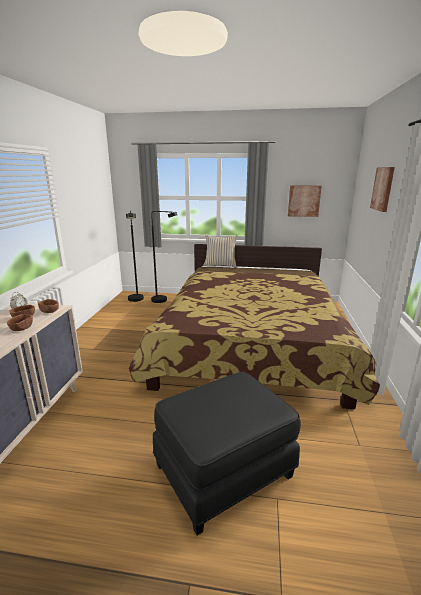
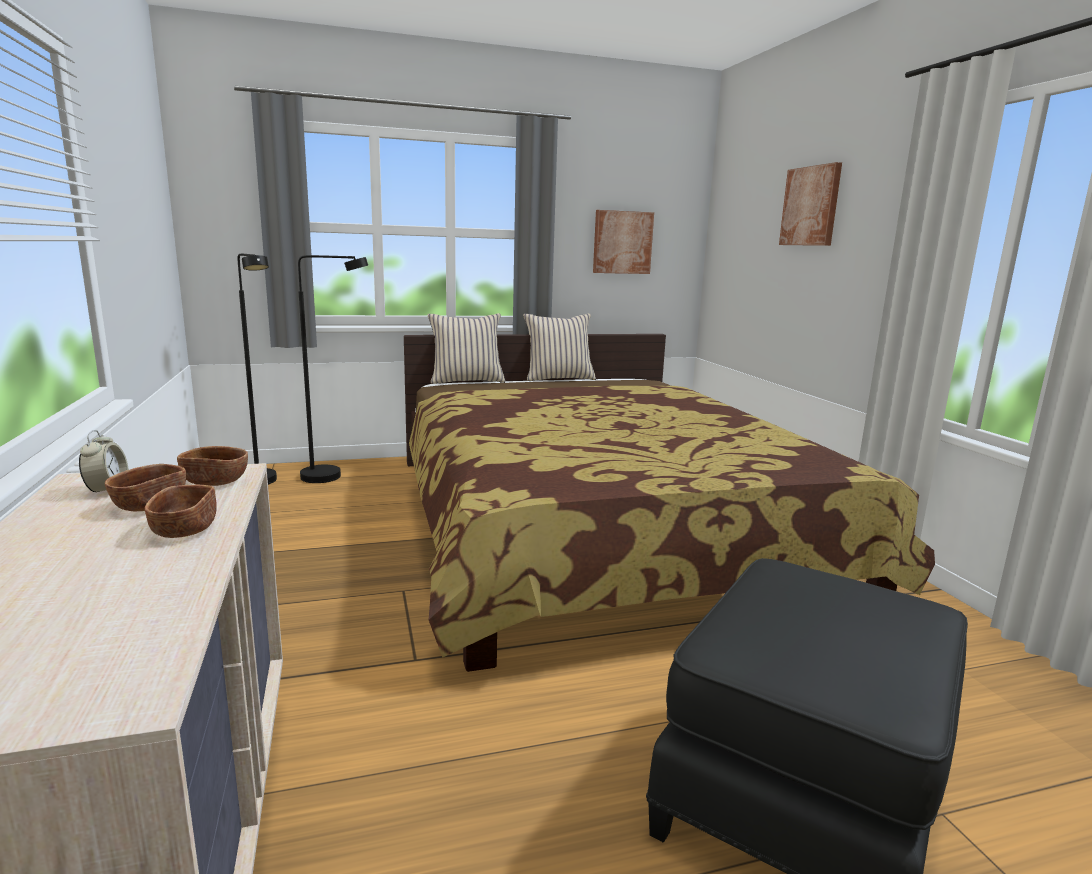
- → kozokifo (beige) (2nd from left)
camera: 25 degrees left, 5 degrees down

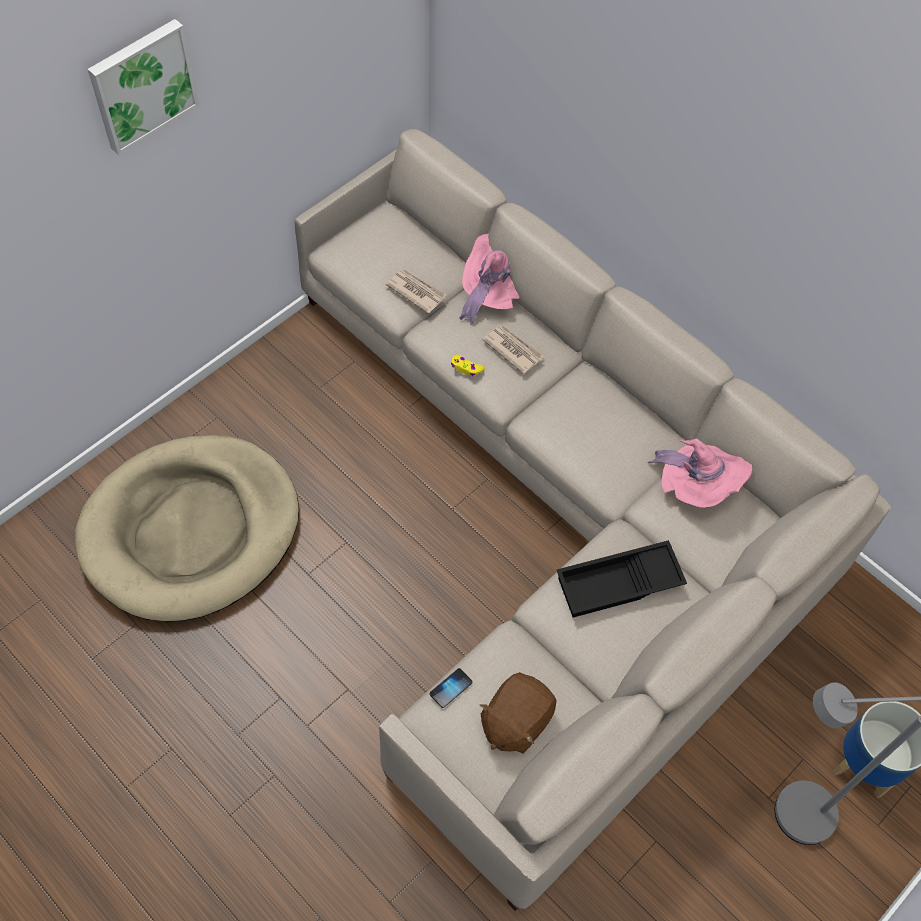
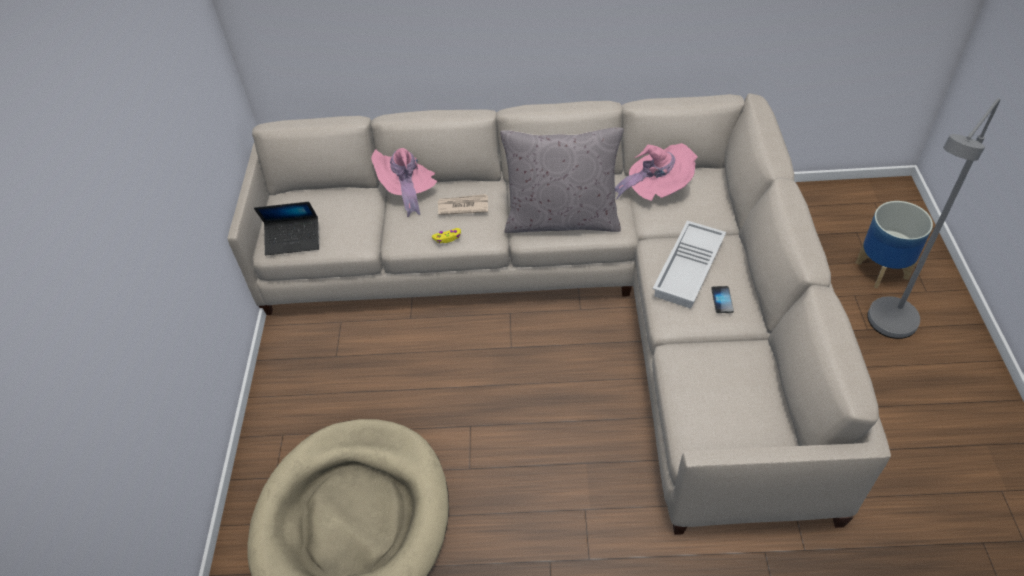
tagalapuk → -
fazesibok (1st from left) → -
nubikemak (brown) → -
- → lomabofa
- → kozokifo (grey)
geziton, moved
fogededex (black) → fogededex (white)
camera: 40 degrees left, 10 degrees down

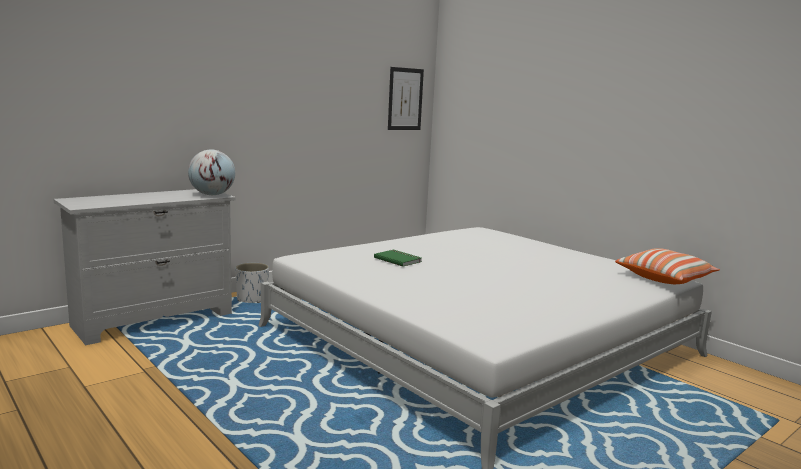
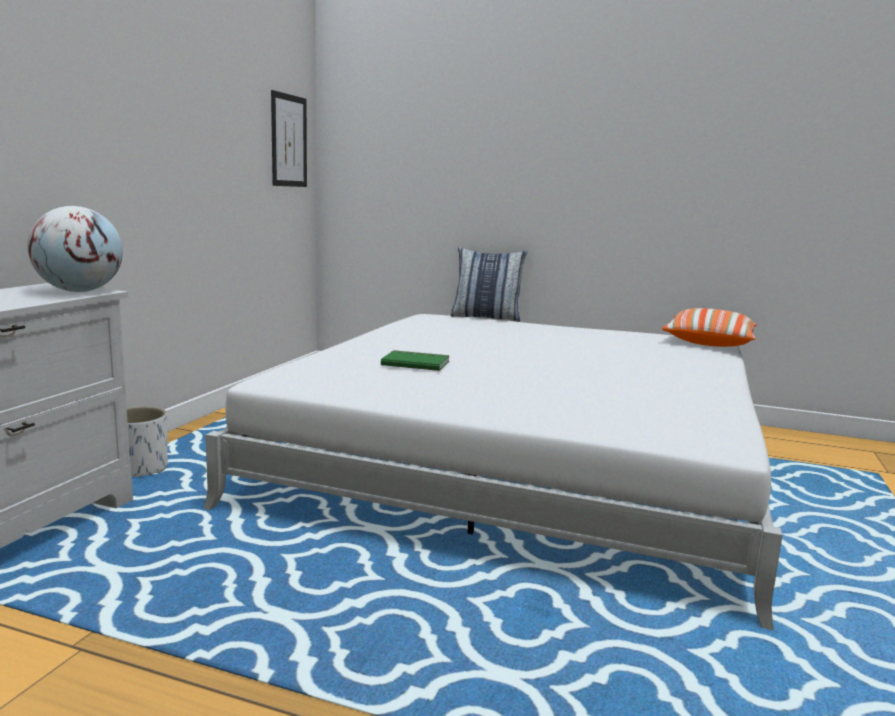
- → kozokifo (1st from left)
camera: 30 degrees left, 0 degrees up

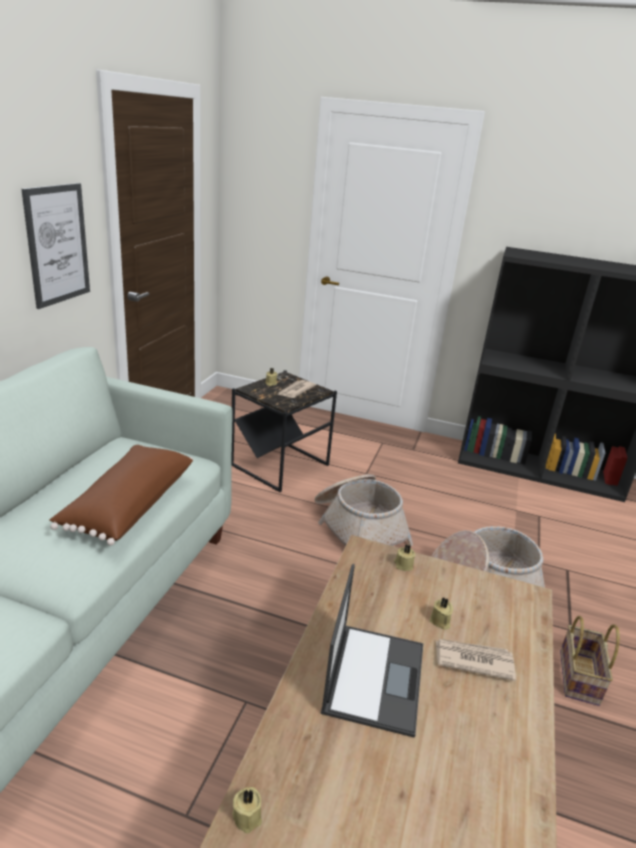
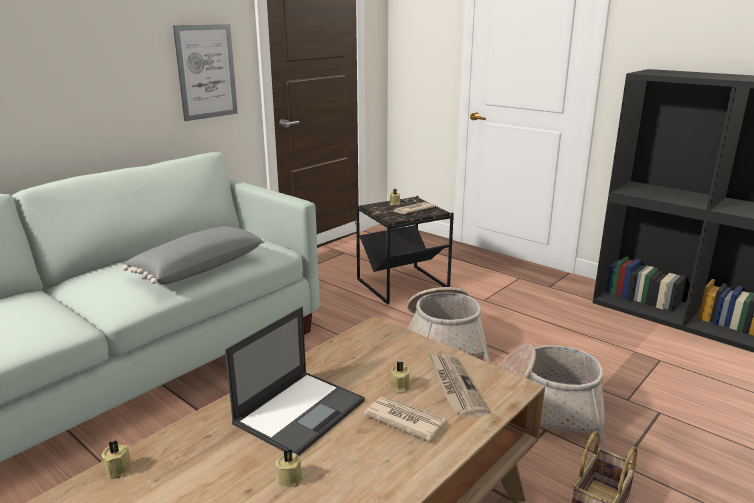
- → fazesibok (3rd from left)
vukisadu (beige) (3rd from left in the first image) → vukisadu (beige) (2nd from left), moved
kozokifo (brown) → kozokifo (grey)
camera: 25 degrees right, 5 degrees down

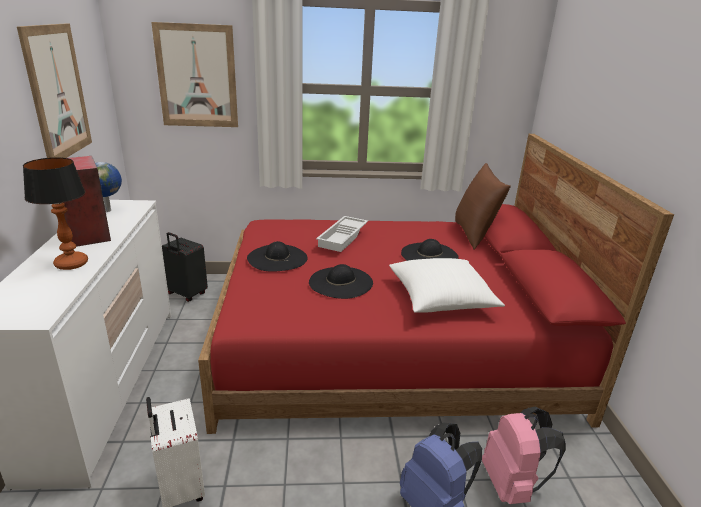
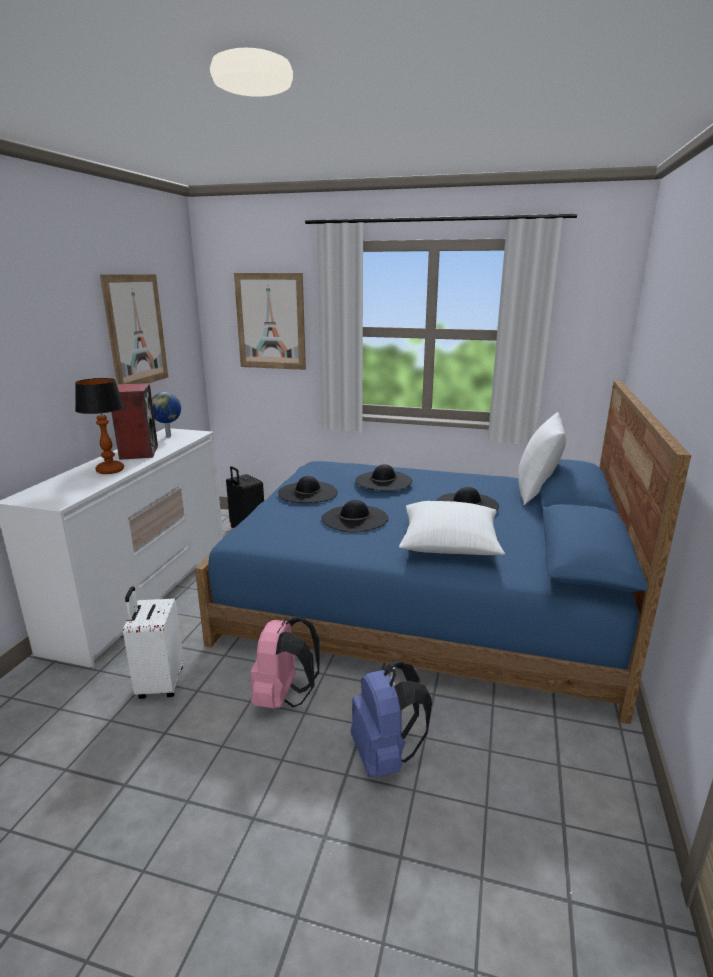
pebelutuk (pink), moved
fogededex (white) → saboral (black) (3rd from left)
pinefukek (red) → pinefukek (blue)
kozokifo (brown) → kozokifo (white) (2nd from left)
camera: 20 degrees right, 5 degrees down

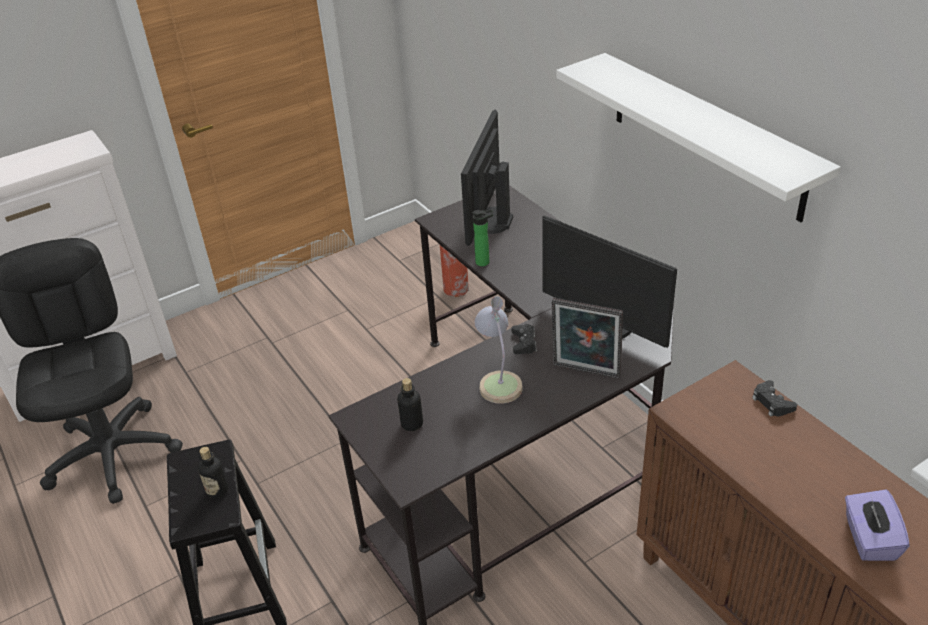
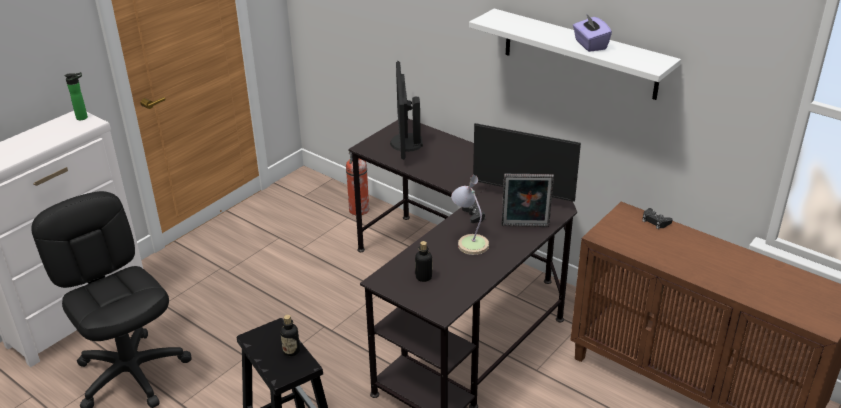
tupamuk (3rd from left in the first image) → tupamuk (1st from left), moved
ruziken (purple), moved
camera: 20 degrees left, 5 degrees down

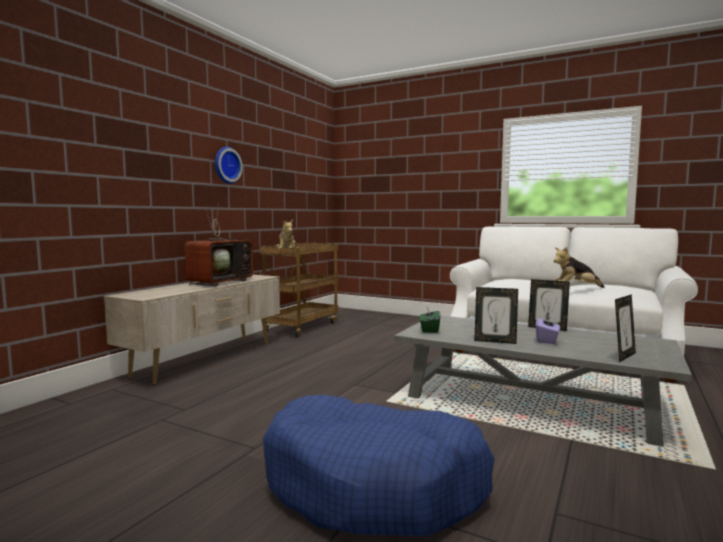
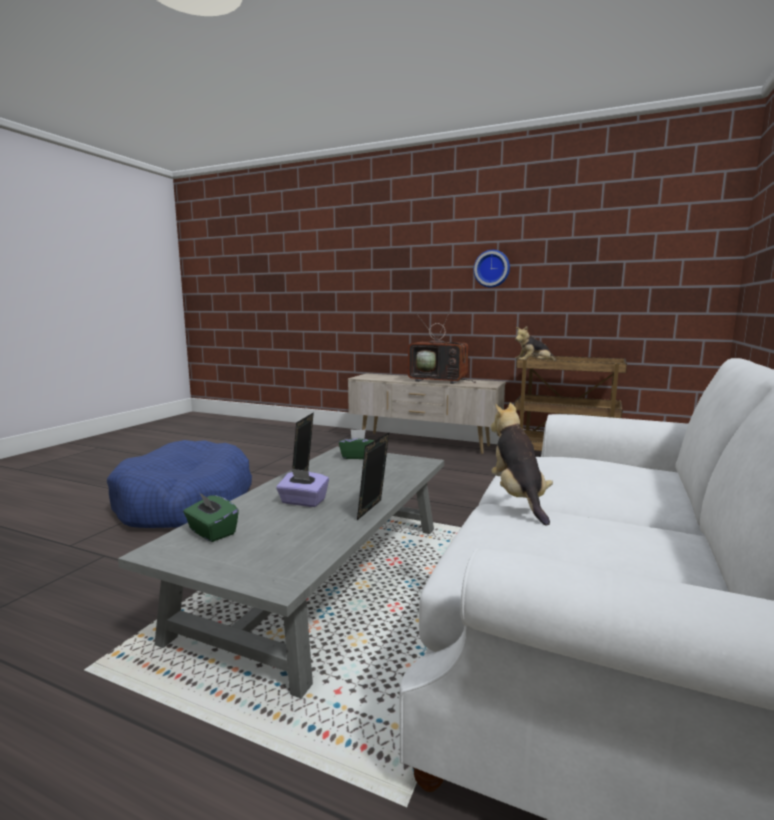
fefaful (3rd from left) → ruziken (green) (1st from left)
camera: 85 degrees right, 5 degrees up

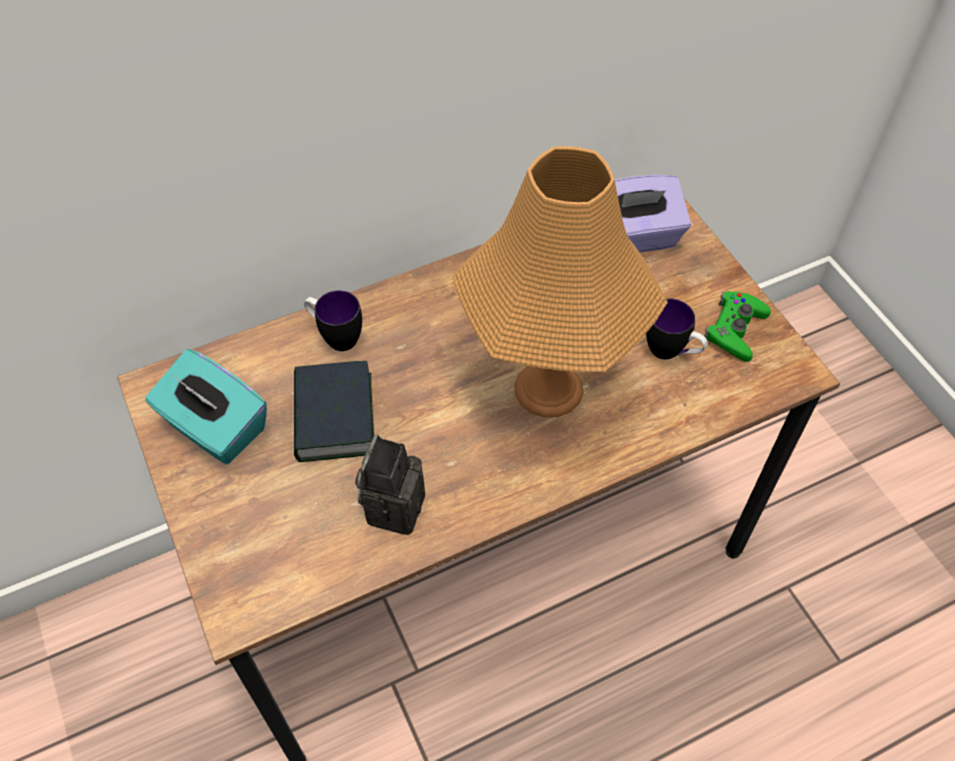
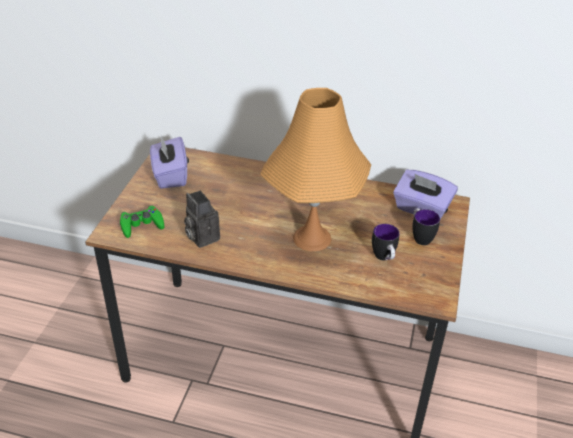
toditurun → -
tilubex (1st from left in the first image) → tilubex (2nd from left), moved
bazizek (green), moved
ruziken (turquoise) → ruziken (purple) (1st from left)
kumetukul, 90 degrees counterclockwise
camera: 40 degrees right, 15 degrees down

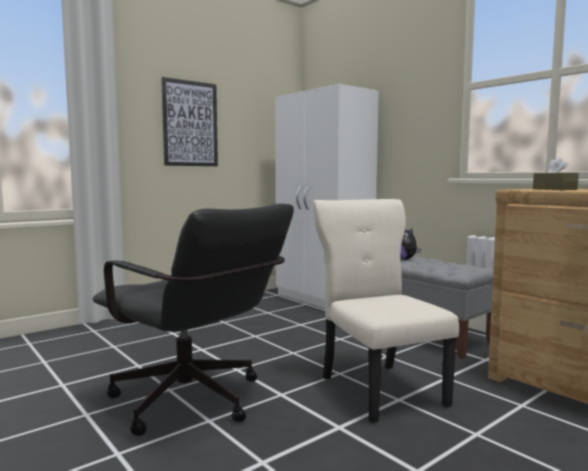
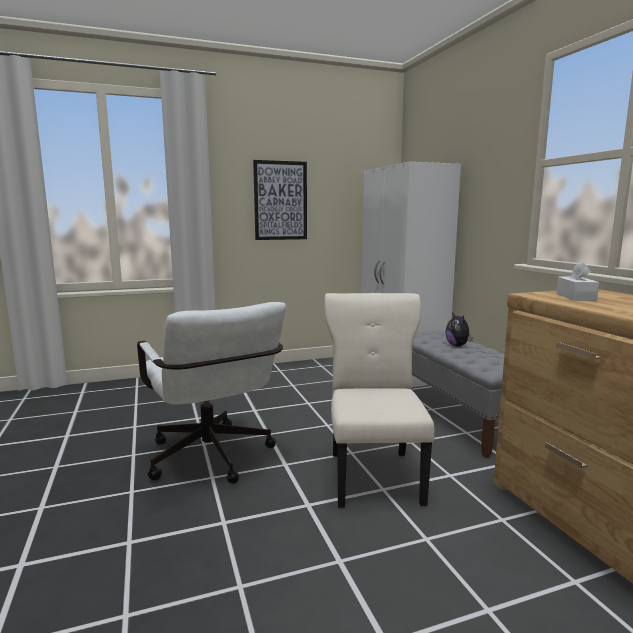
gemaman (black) → gemaman (white)
ruziken (brown) → ruziken (white)
camera: 20 degrees right, 5 degrees up

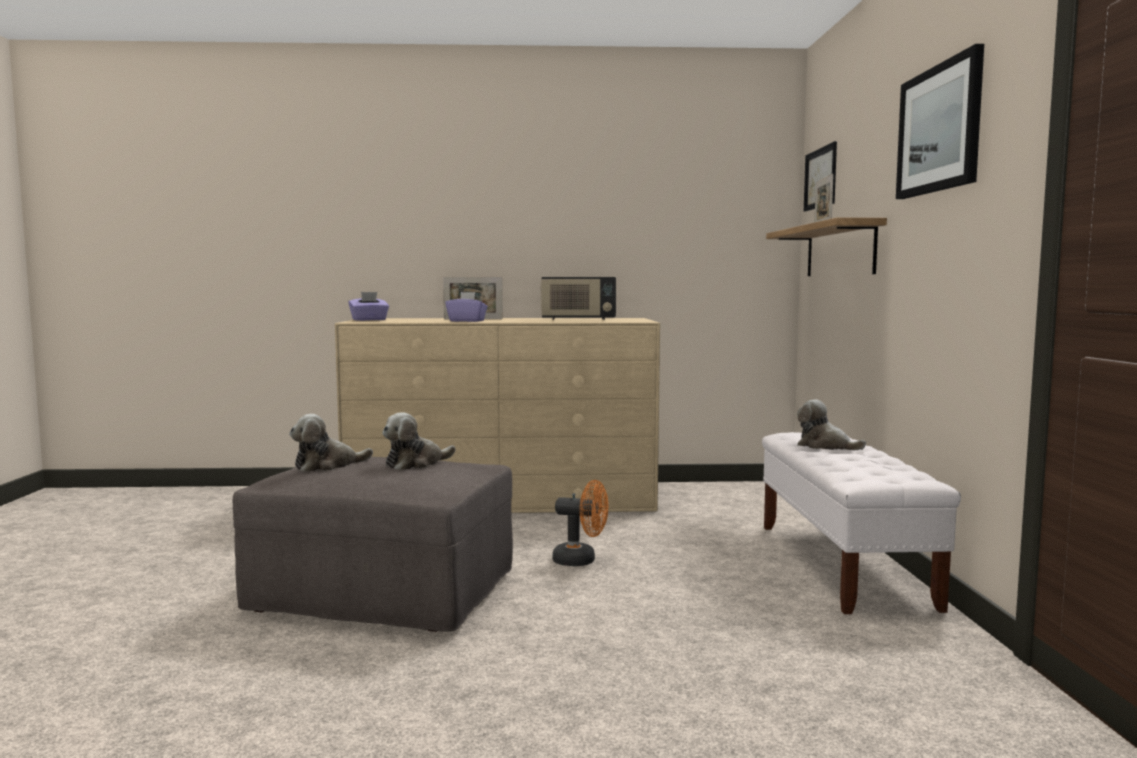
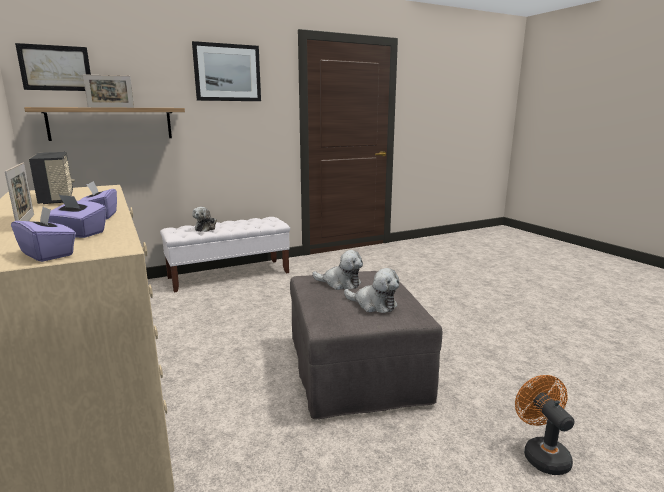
- → ruziken (purple) (2nd from left)
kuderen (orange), moved
camera: 115 degrees left, 10 degrees up

